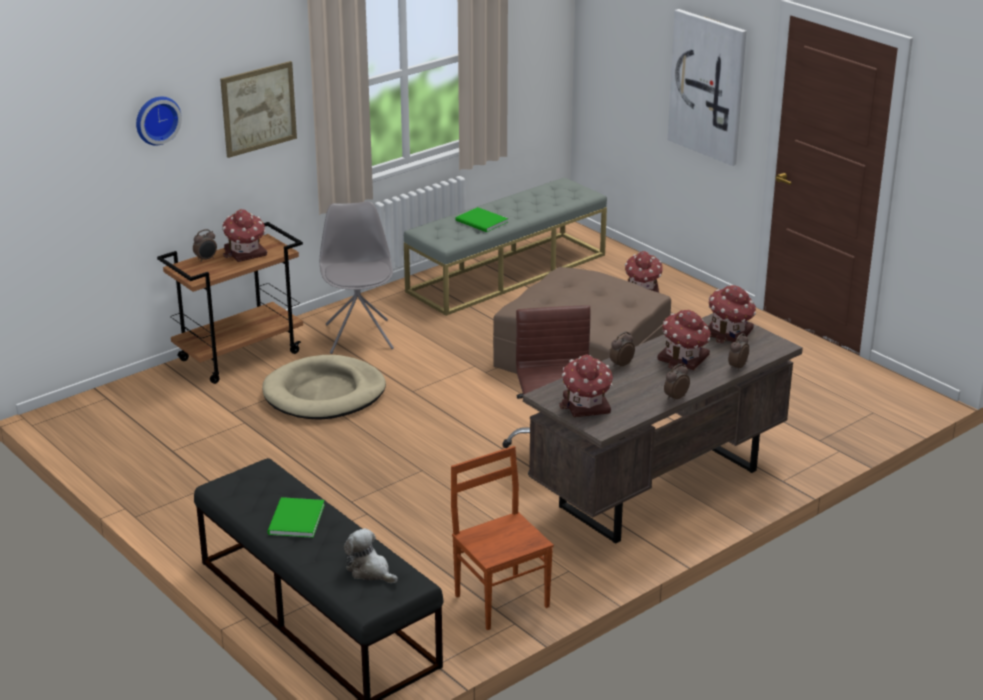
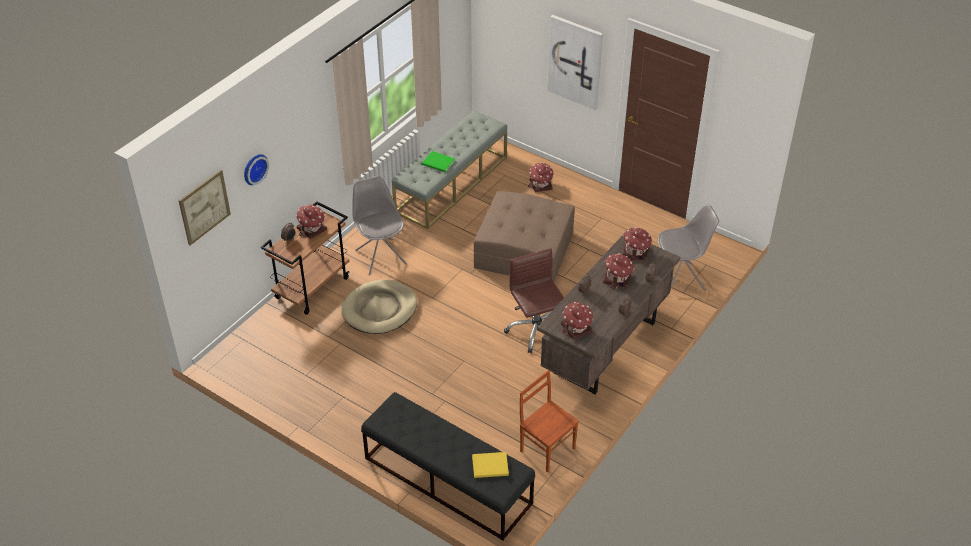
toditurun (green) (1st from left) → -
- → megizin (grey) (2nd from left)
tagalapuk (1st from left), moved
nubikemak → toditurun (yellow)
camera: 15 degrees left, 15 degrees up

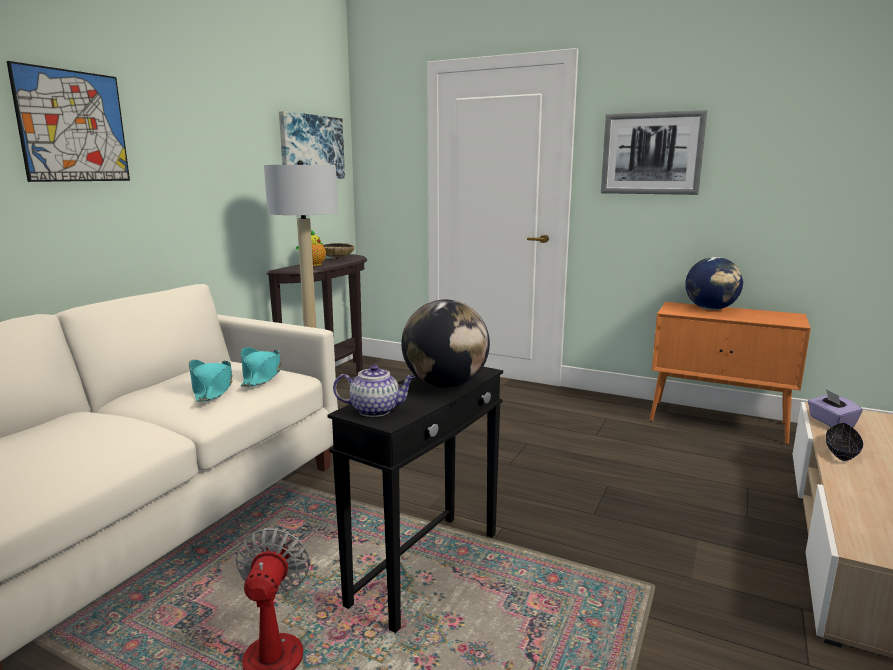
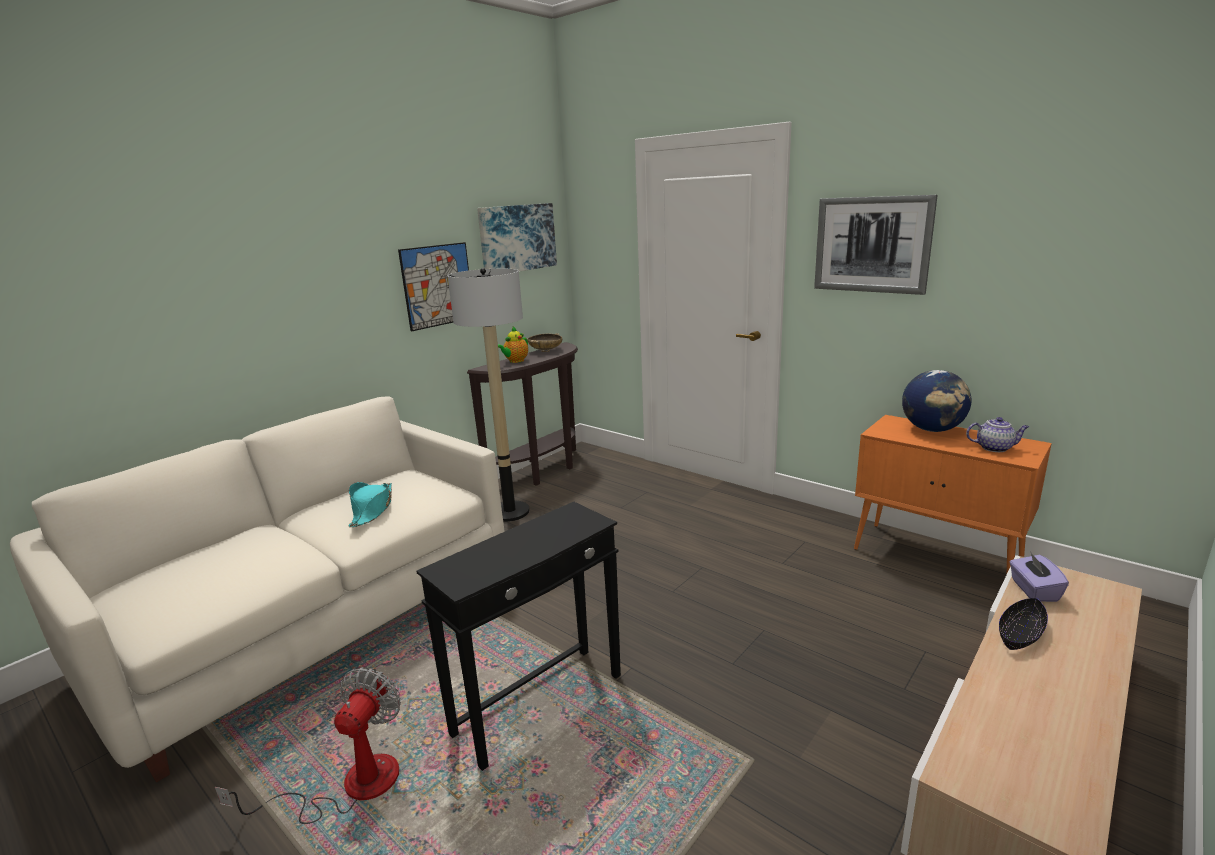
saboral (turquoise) (2nd from left) → -
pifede (1st from left) → -
tagalapuk (1st from left), moved
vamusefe (2nd from left), moved
camera: 15 degrees right, 5 degrees up

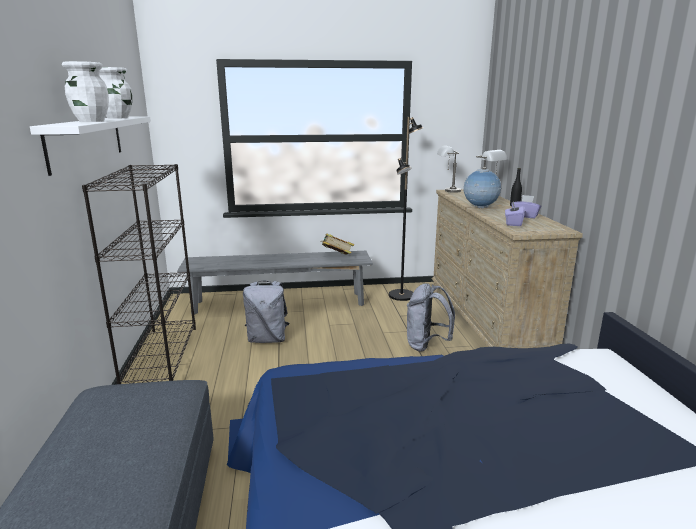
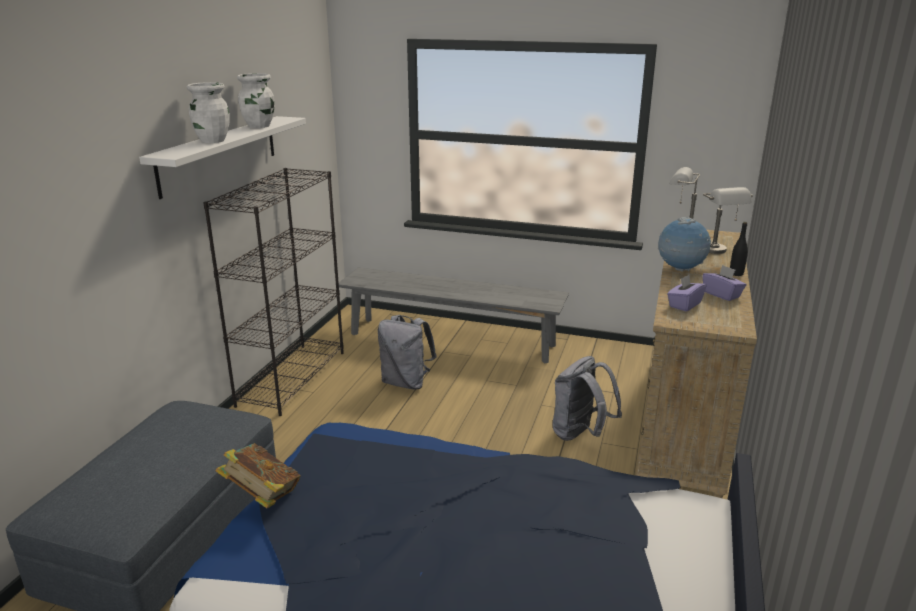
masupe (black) → -
toditurun, moved
camera: 25 degrees right, 5 degrees up

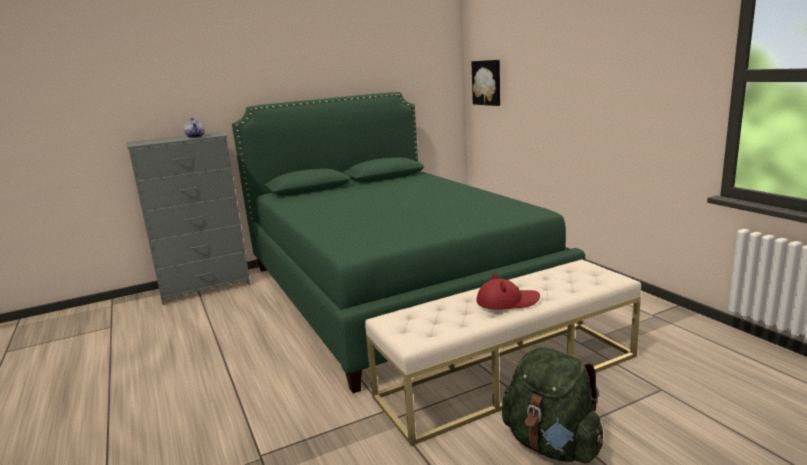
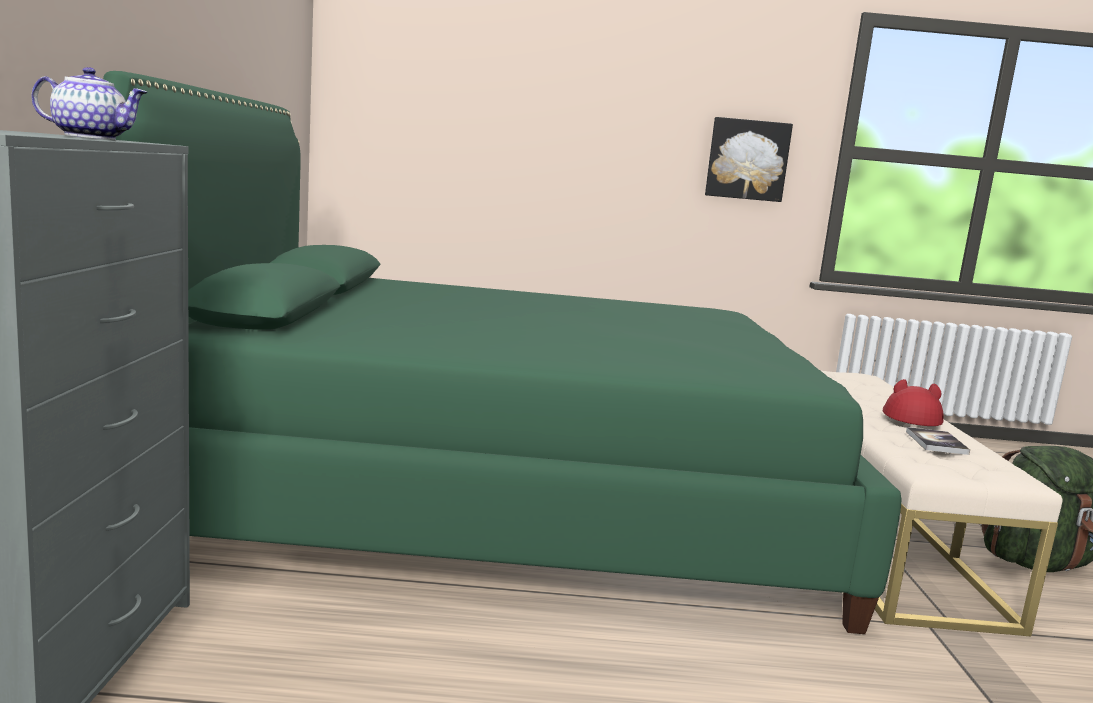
- → toditurun
tagalapuk, moved
camera: 65 degrees left, 5 degrees down

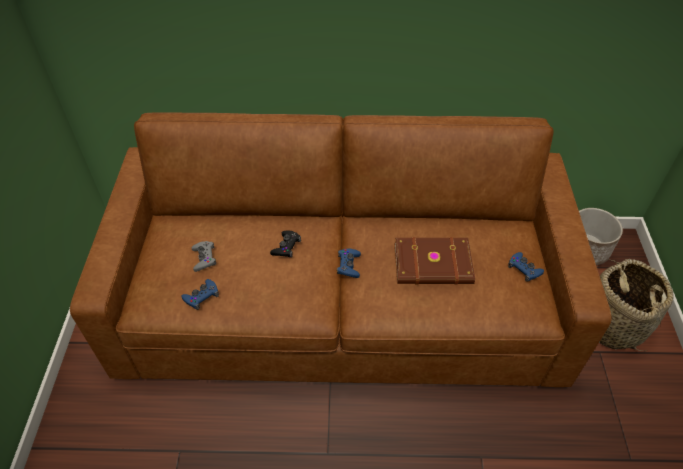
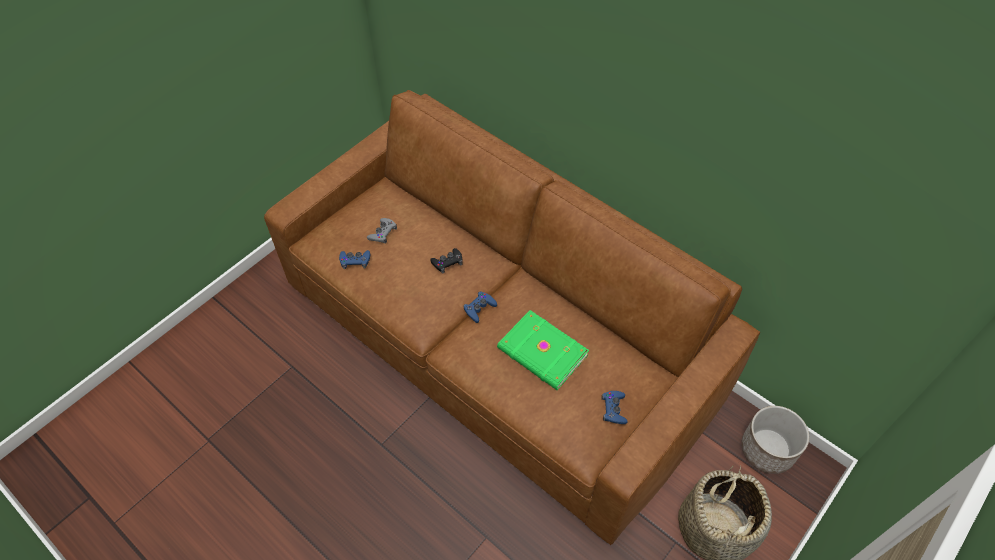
toditurun (brown) → toditurun (green)
camera: 40 degrees right, 5 degrees up

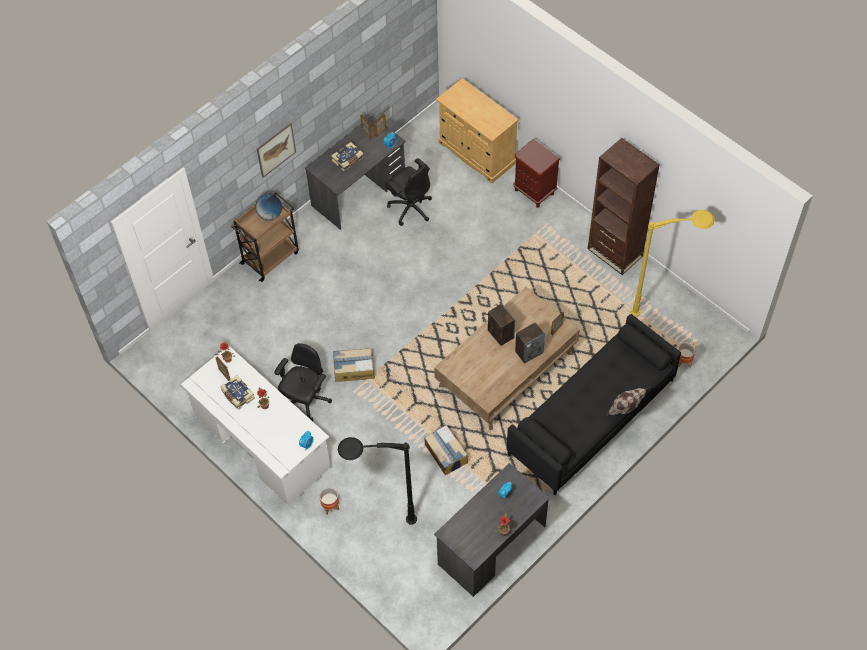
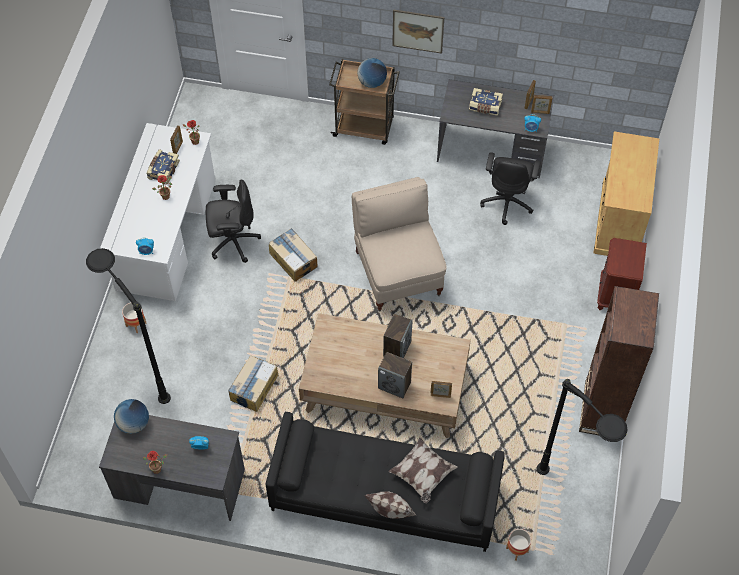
- → pifede (1st from left)
- → megizin (beige)
- → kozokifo (2nd from left)
masupe (yellow) → masupe (black) (2nd from left)
camera: 55 degrees right, 0 degrees up

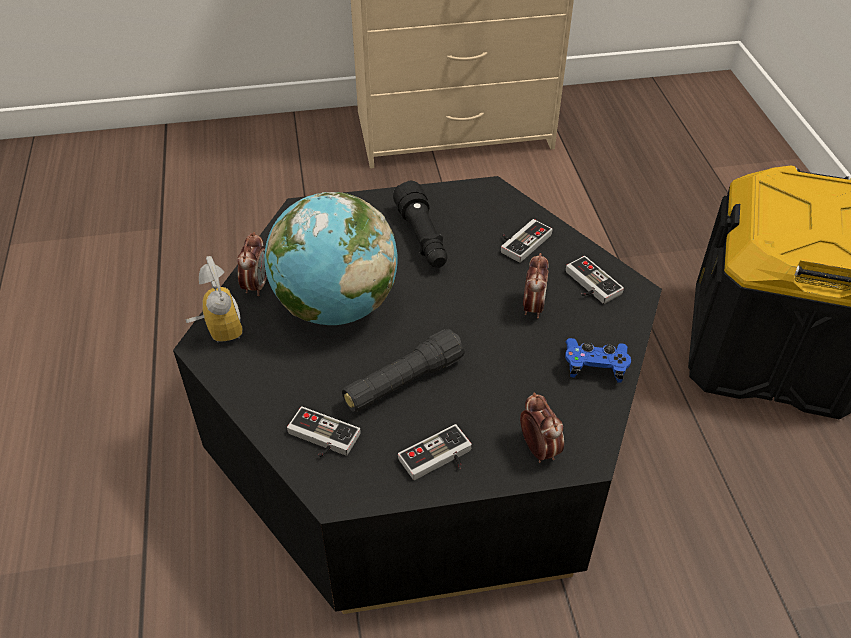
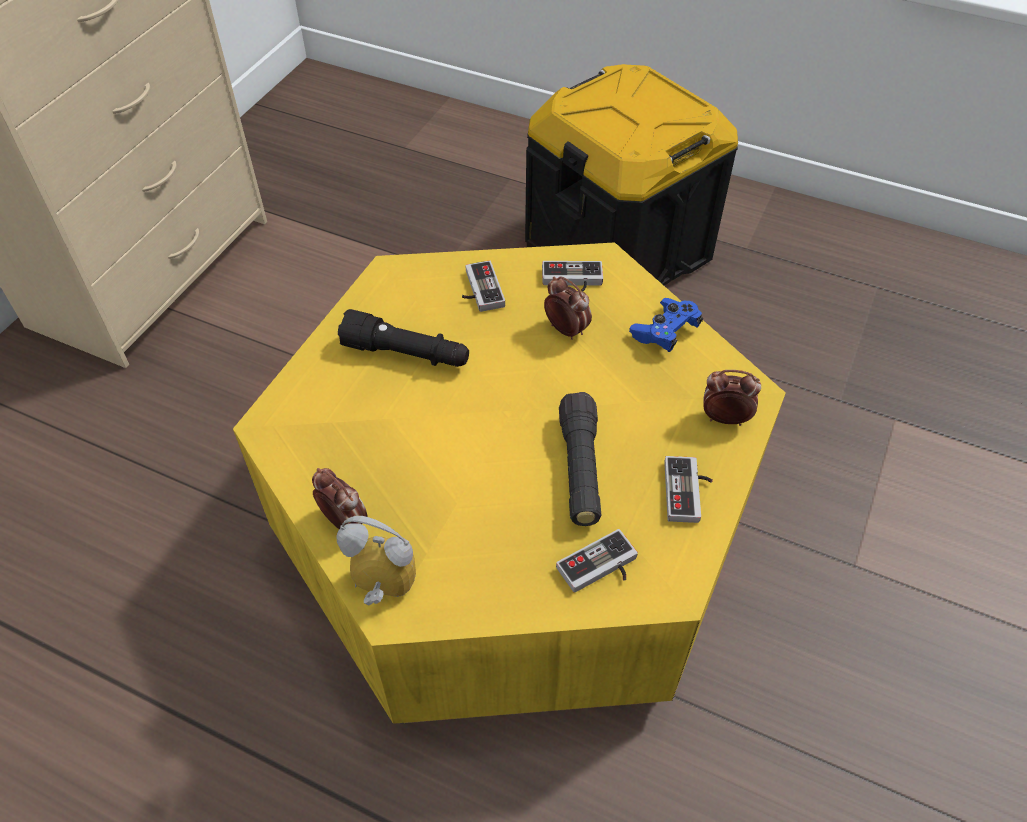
pifede → -
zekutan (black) → zekutan (yellow)
camera: 55 degrees left, 5 degrees up

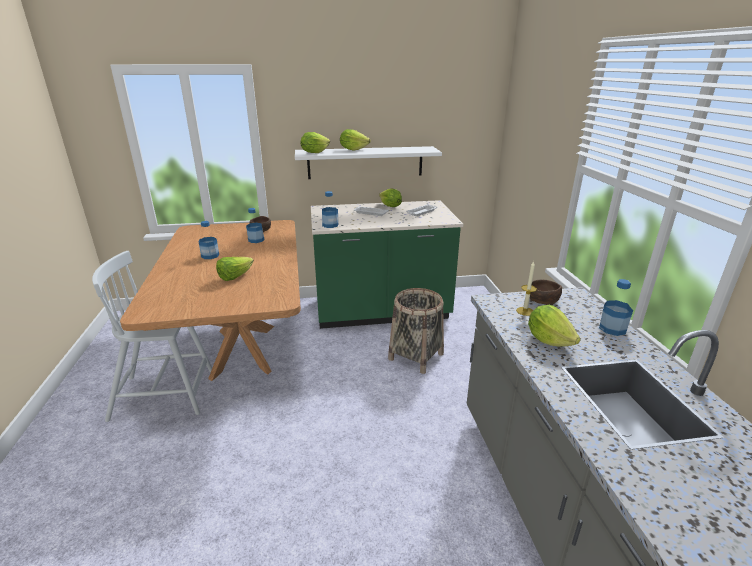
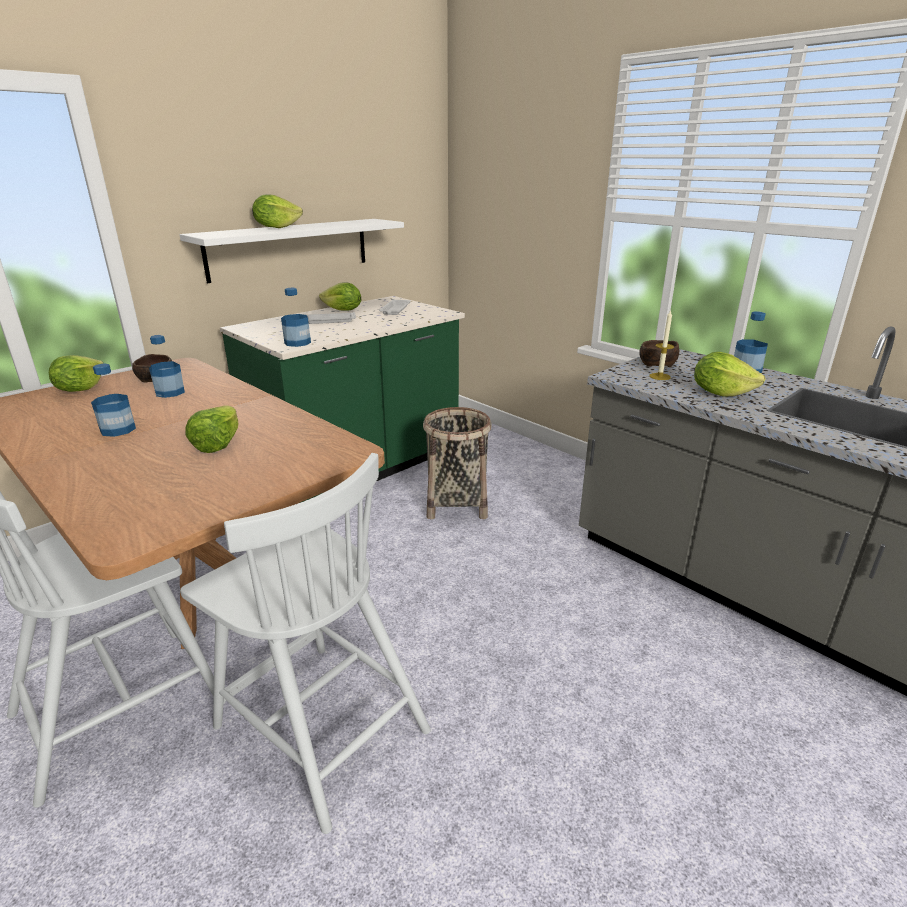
- → megizin (white) (2nd from left)
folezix (2nd from left in the first image) → folezix (1st from left), moved
camera: 35 degrees left, 0 degrees up

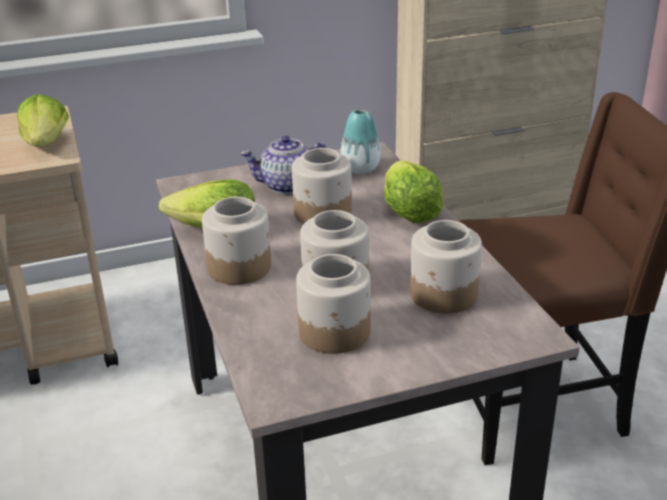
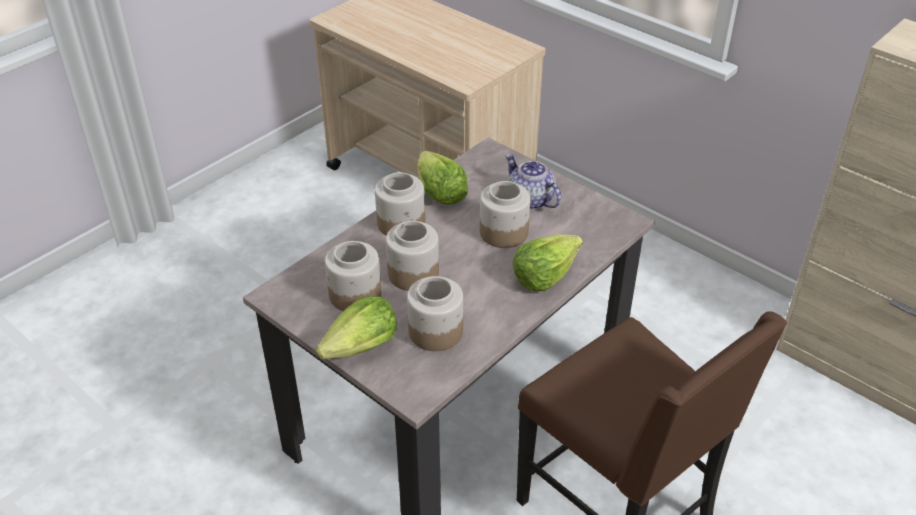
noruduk → -
folezix (1st from left), moved
camera: 60 degrees right, 10 degrees up

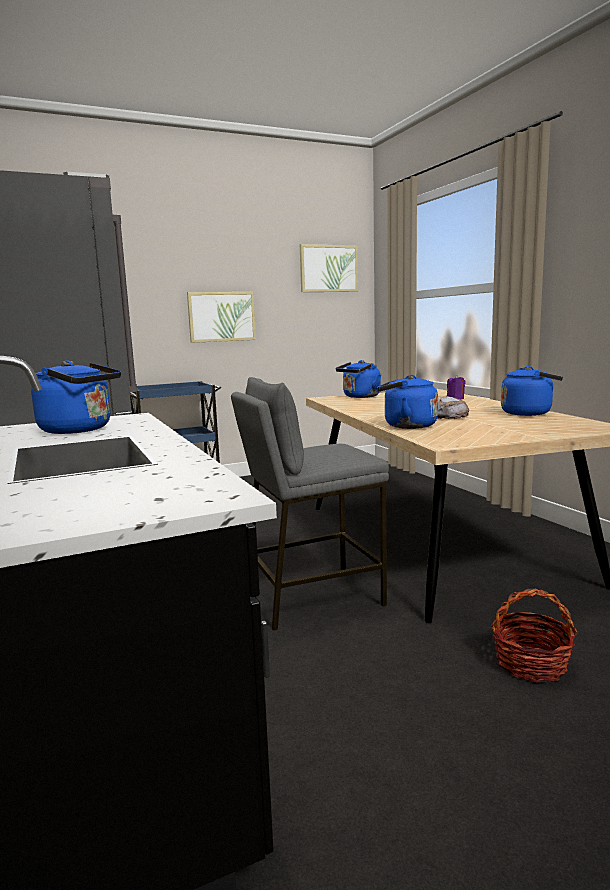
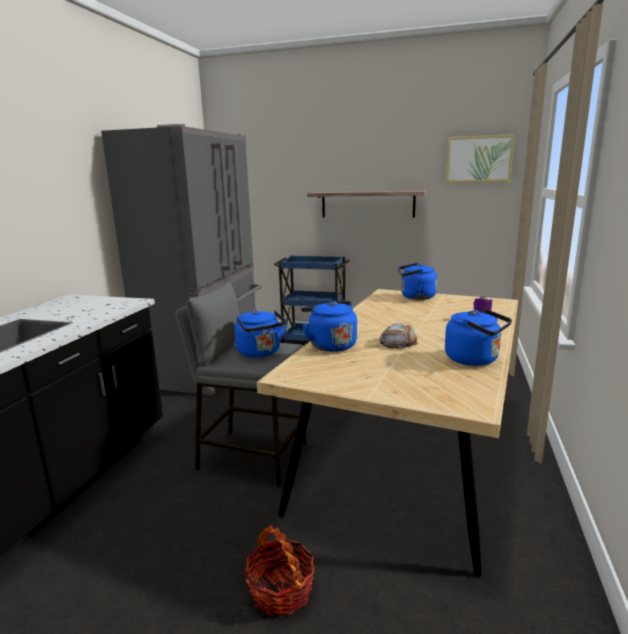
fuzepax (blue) (1st from left), moved
tagalapuk (1st from left) → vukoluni
camera: 40 degrees right, 5 degrees up

